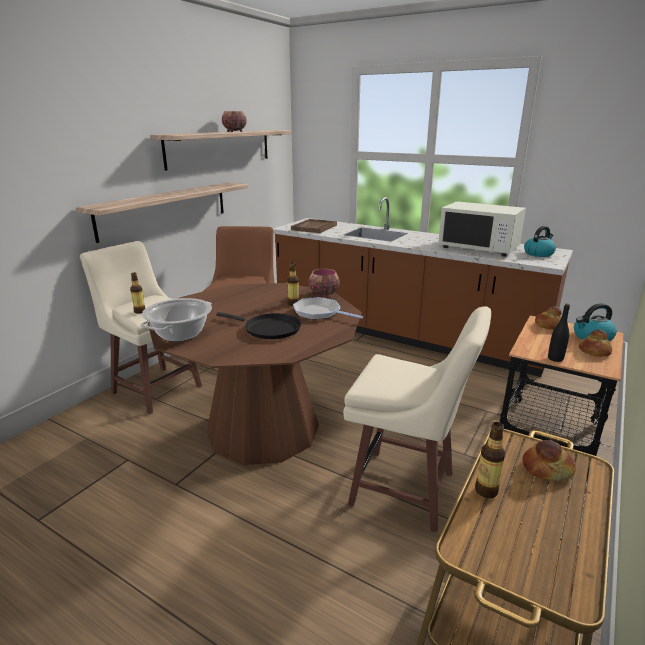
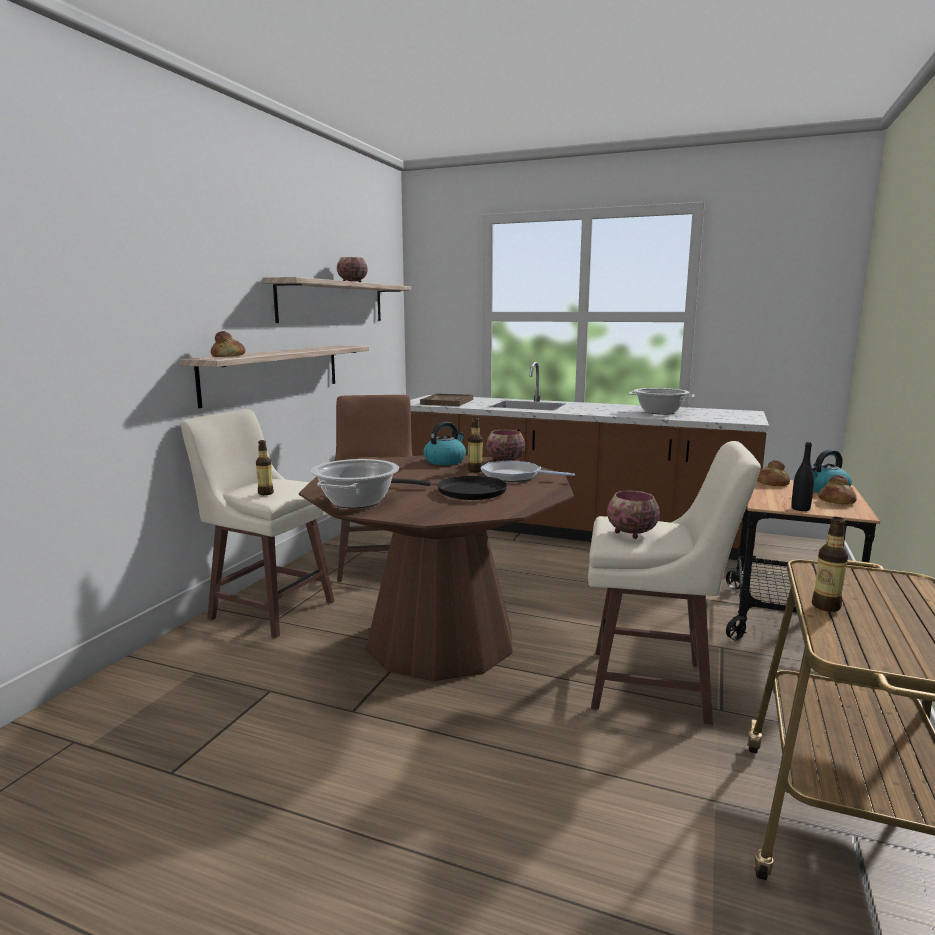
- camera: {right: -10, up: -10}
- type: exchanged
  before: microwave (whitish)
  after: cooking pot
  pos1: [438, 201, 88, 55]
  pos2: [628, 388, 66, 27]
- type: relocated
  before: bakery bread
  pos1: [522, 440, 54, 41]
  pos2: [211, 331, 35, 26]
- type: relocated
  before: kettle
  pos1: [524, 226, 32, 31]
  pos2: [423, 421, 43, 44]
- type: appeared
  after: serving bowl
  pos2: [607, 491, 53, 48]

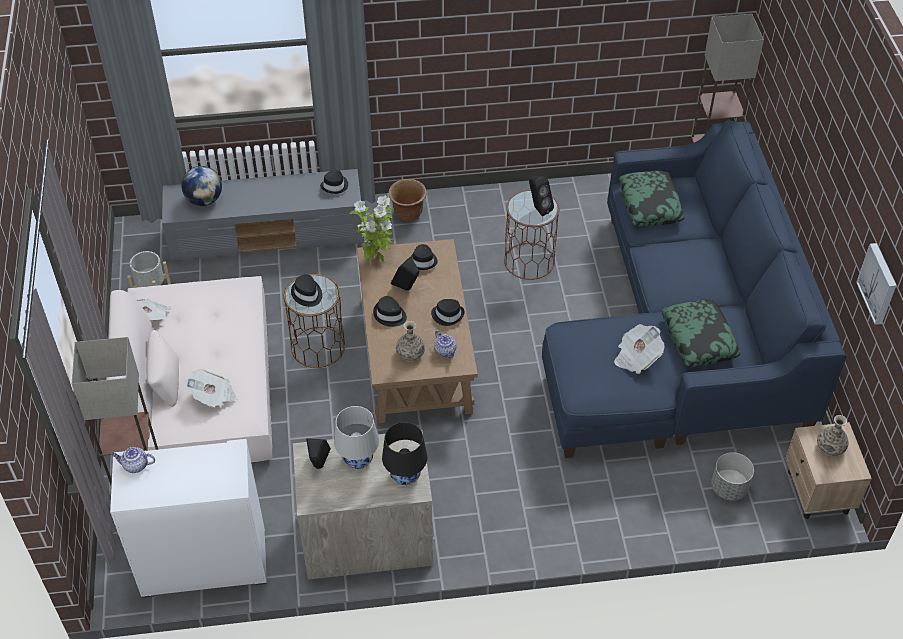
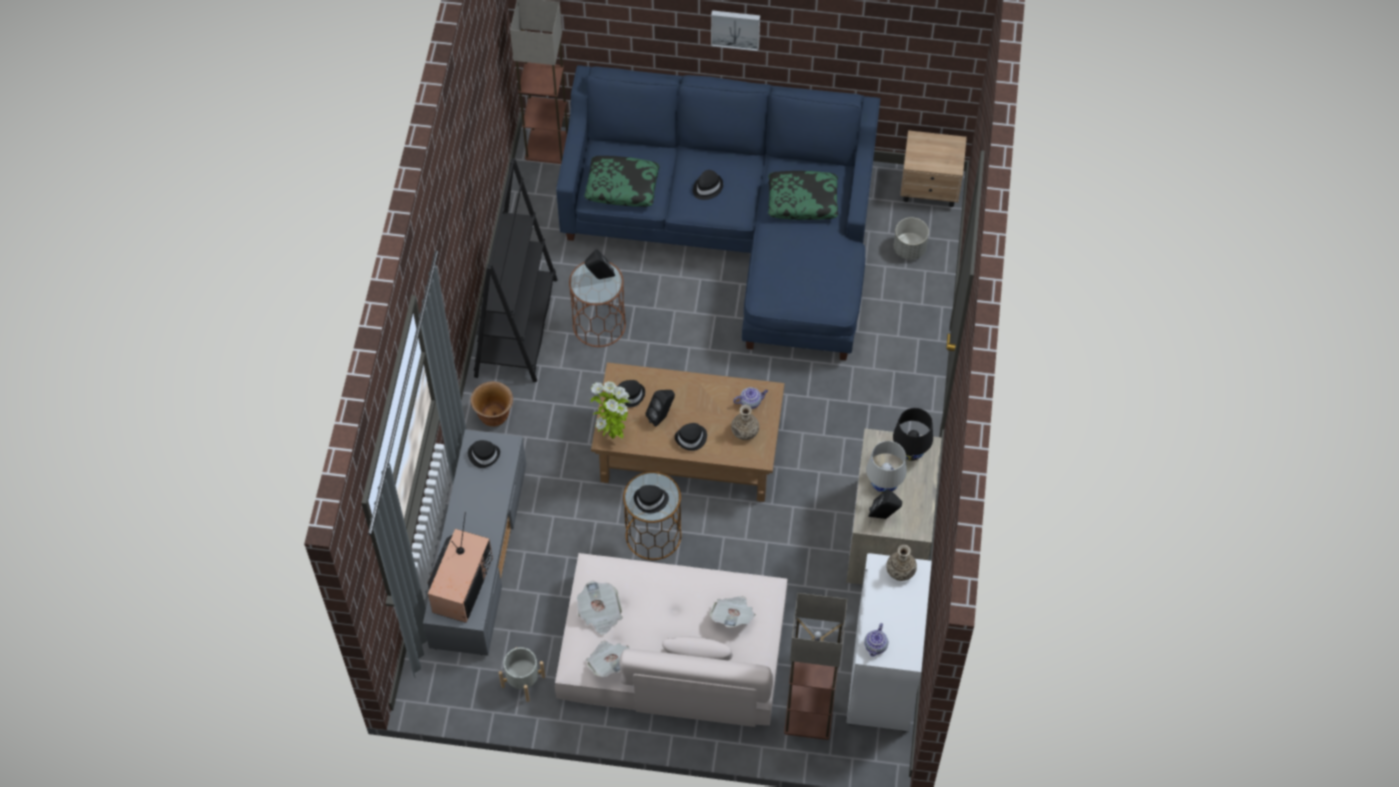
- camera: {right: -75, up: 10}
- type: exchanged
  before: desk globe
  after: TV
  pos1: [181, 166, 41, 40]
  pos2: [428, 512, 65, 111]
- type: relocated
  before: clothing hat (blackish)
  pos1: [431, 299, 34, 27]
  pos2: [693, 170, 30, 30]
- type: relocated
  before: printed paper
  pos1: [614, 324, 51, 50]
  pos2: [577, 580, 46, 56]
- type: relocated
  before: decorative vase
  pos1: [817, 415, 32, 41]
  pos2: [886, 545, 31, 36]
- type: relocated
  before: picture
  pos1: [856, 243, 40, 82]
  pos2: [711, 10, 49, 41]
- type: appeared
  after: bookcase (blackish)
  pos2: [474, 158, 84, 224]

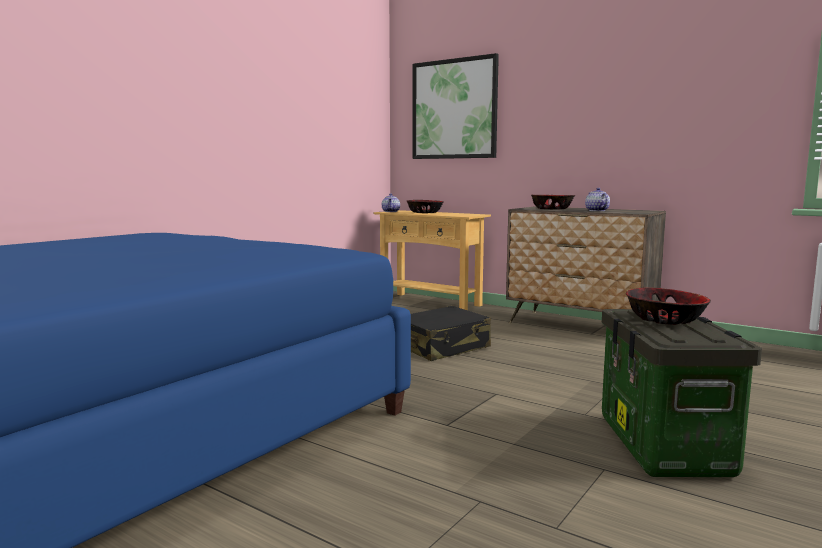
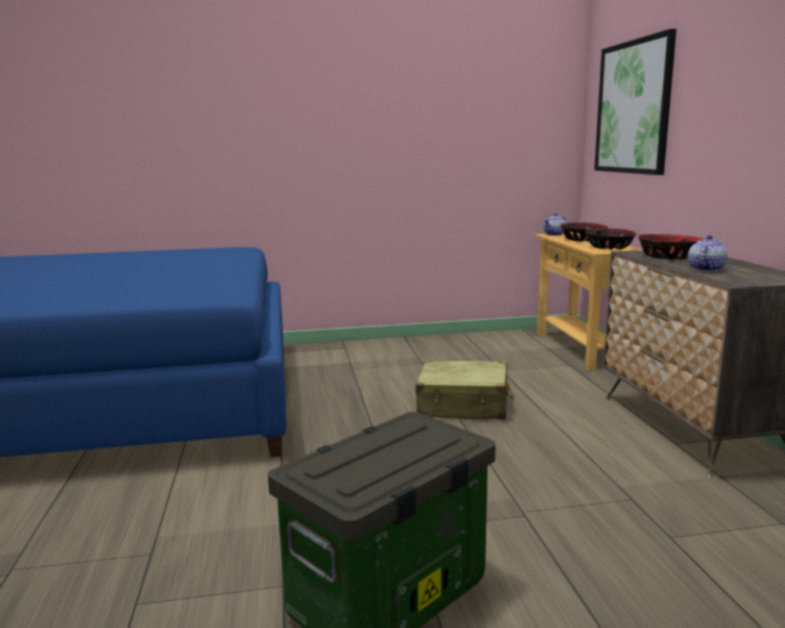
- camera: {right: 45, up: 5}
- type: colour
  before: suitcase (blackish)
  after: suitcase (beige-coloured)
  pos1: [411, 306, 80, 55]
  pos2: [415, 360, 99, 60]
- type: relocated
  before: serving bowl
  pos1: [626, 288, 85, 37]
  pos2: [585, 228, 52, 22]

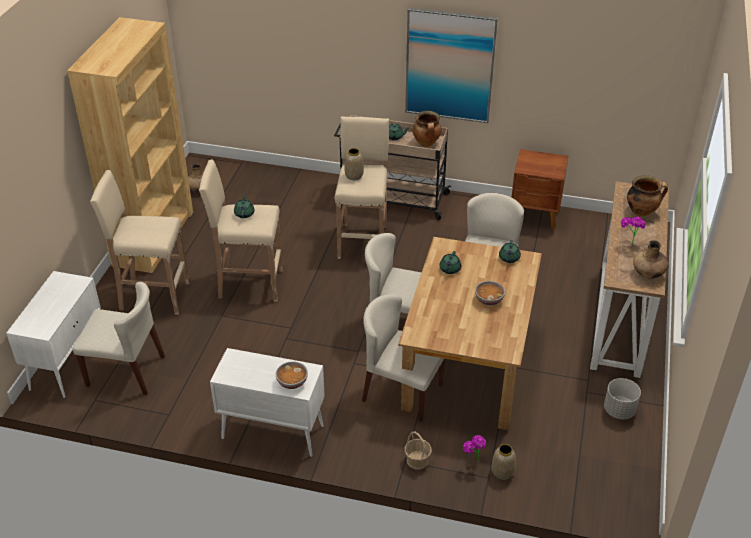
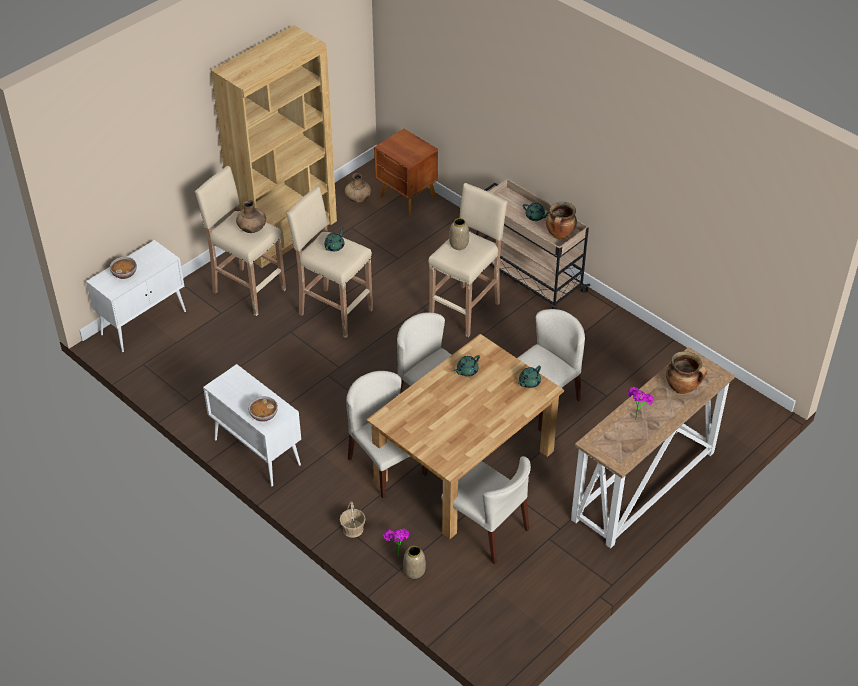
- camera: {right: 30, up: 5}
- type: relocated
  before: chair (beige-coloured)
  pos1: [73, 282, 92, 113]
  pos2: [441, 456, 90, 108]
- type: missing
  before: picture
  pos1: [405, 8, 93, 115]
- type: relocated
  before: serving bowl
  pos1: [475, 281, 30, 25]
  pos2: [110, 257, 27, 22]
- type: relocated
  before: night table (brown-coloured)
  pos1: [512, 149, 56, 81]
  pos2: [374, 129, 64, 86]
- type: missing
  before: flower pot (gray)
  pos1: [604, 378, 37, 41]
- type: relocated
  before: decorative vase (brown-coloured)
  pos1: [633, 240, 36, 39]
  pos2: [236, 200, 30, 33]

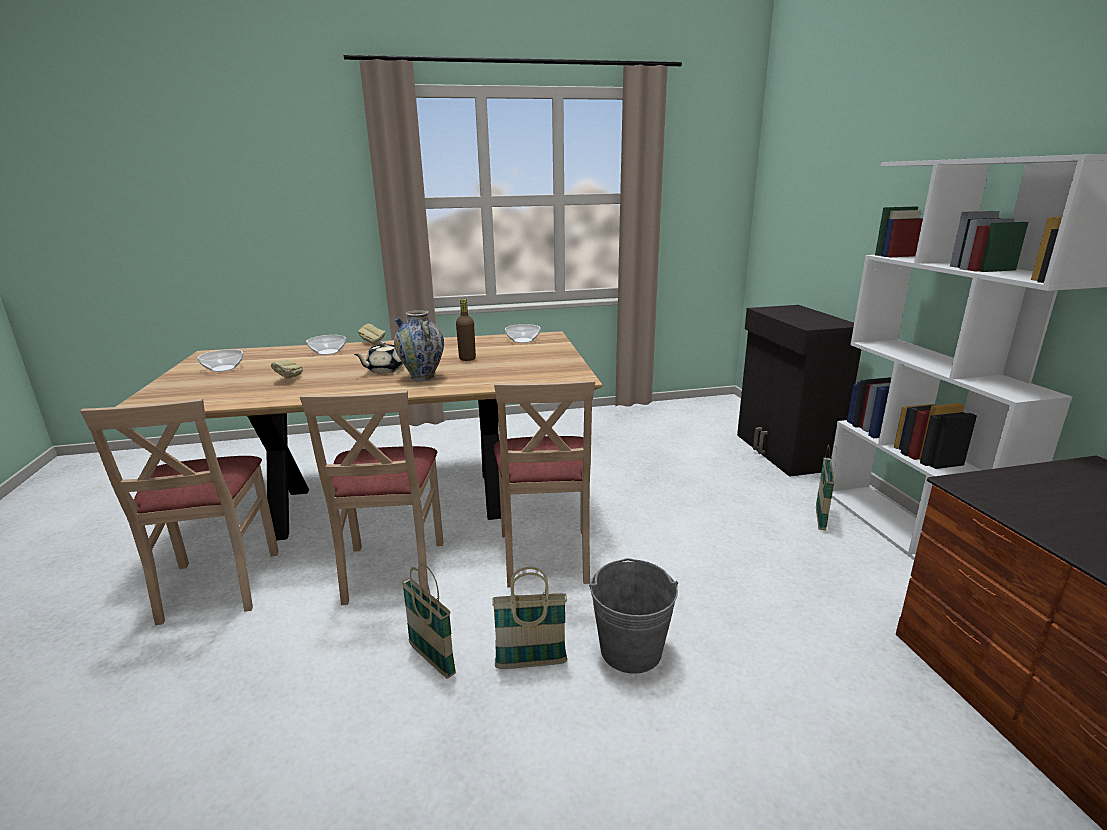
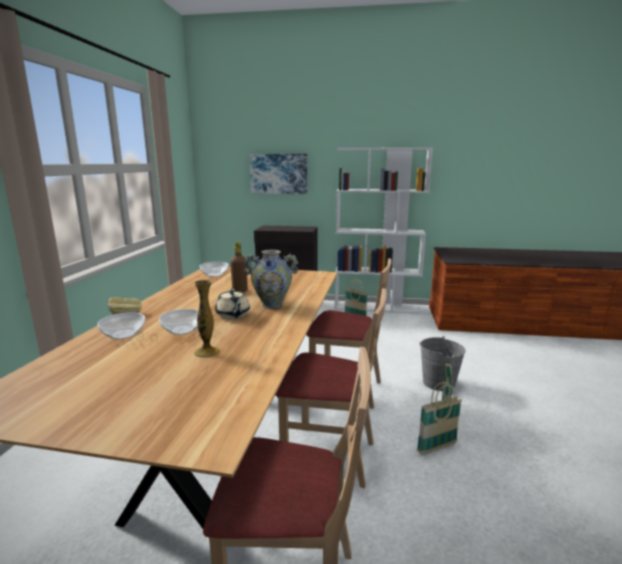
- camera: {right: -70, up: -5}
- type: relocated
  before: serving bowl
  pos1: [198, 349, 45, 23]
  pos2: [159, 309, 39, 26]
- type: exchanged
  before: bakery bread
  after: decorative vase
  pos1: [271, 360, 32, 18]
  pos2: [194, 280, 26, 78]
- type: appeared
  after: picture
  pos2: [249, 154, 58, 40]

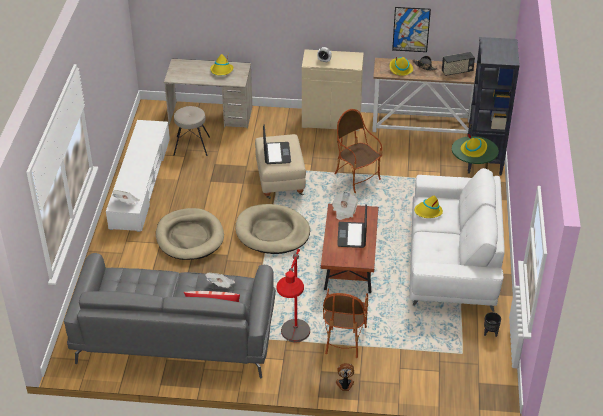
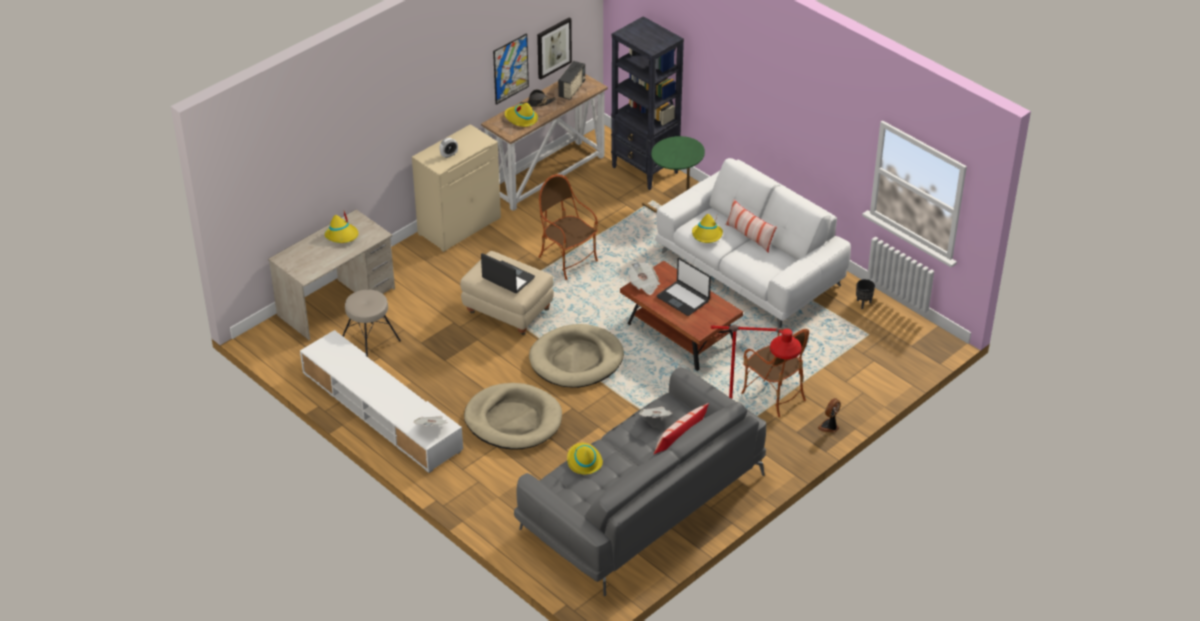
- camera: {right: -50, up: 0}
- type: spun
  before: easy chair
  pos1: [334, 109, 49, 84]
  pos2: [539, 174, 59, 106]
  turn: 45
- type: relocated
  before: clothing hat (yellowish)
  pos1: [461, 134, 26, 23]
  pos2: [567, 443, 36, 31]
- type: appeared
  after: picture
  pos2: [537, 18, 35, 62]
- type: appeared
  after: throw pillow
  pos2: [725, 199, 52, 53]

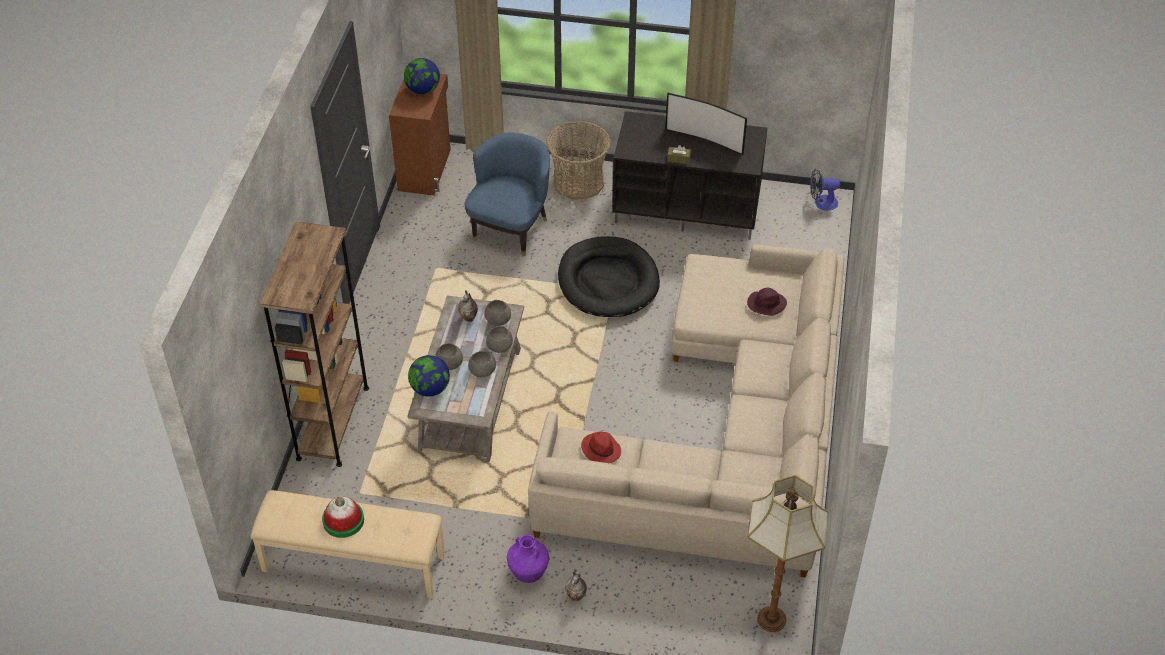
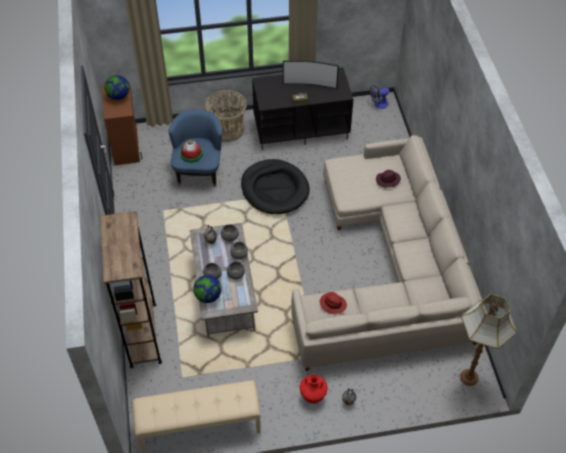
- camera: {right: -20, up: 5}
- type: relocated
  before: clothing hat
  pos1: [322, 497, 42, 41]
  pos2: [180, 140, 23, 23]
- type: colour
  before: decorative vase (purplish)
  after: decorative vase (red-coloured)
  pos1: [507, 534, 42, 49]
  pos2: [300, 374, 28, 30]

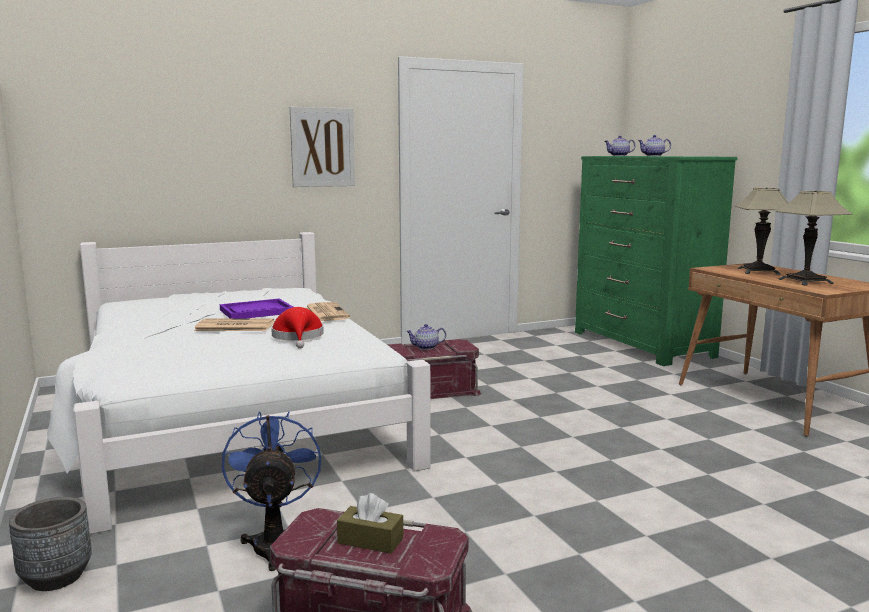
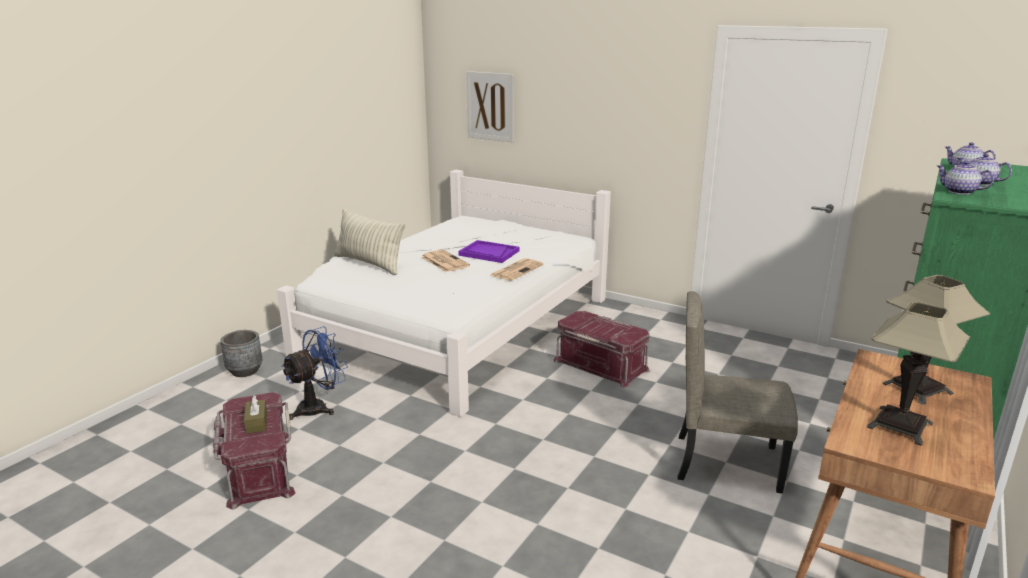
- camera: {right: 55, up: 10}
- type: missing
  before: clothing hat (red-coloured)
  pos1: [271, 307, 53, 42]
- type: relocated
  before: picture
  pos1: [290, 107, 65, 80]
  pos2: [466, 71, 48, 71]
- type: relocated
  before: tea pot
  pos1: [406, 324, 40, 26]
  pos2: [937, 161, 57, 34]
- type: appeared
  after: throw pillow
  pos2: [334, 209, 71, 66]
- type: appeared
  after: chair (beige-coloured)
  pos2: [677, 291, 121, 203]

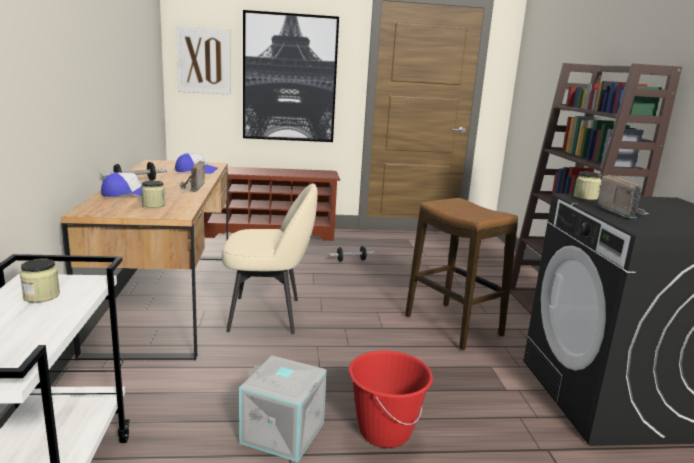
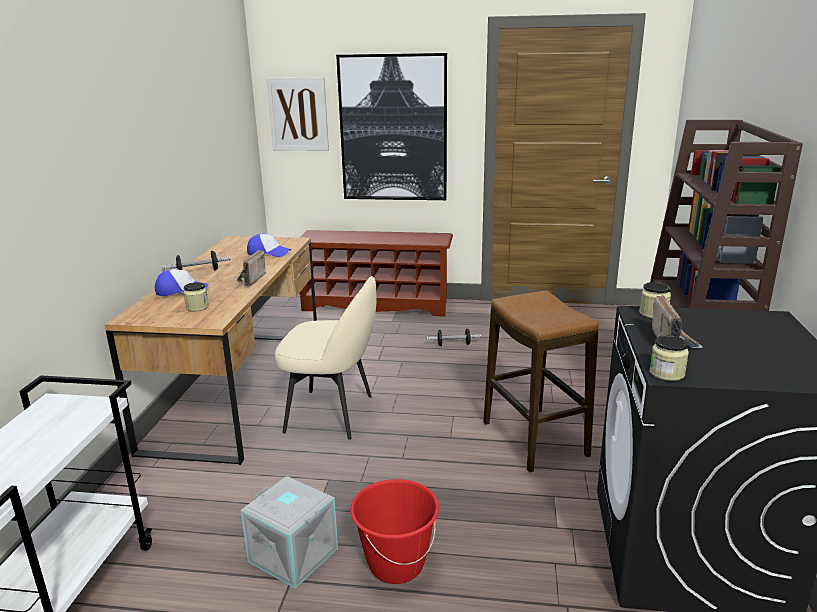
- camera: {right: 15, up: 5}
- type: relocated
  before: storage jar
  pos1: [20, 258, 40, 44]
  pos2: [650, 335, 39, 46]

